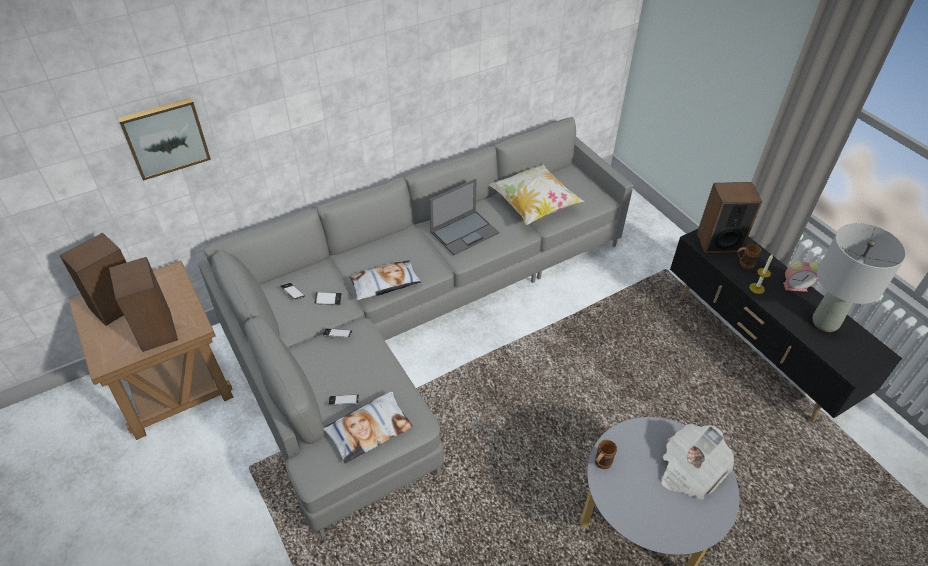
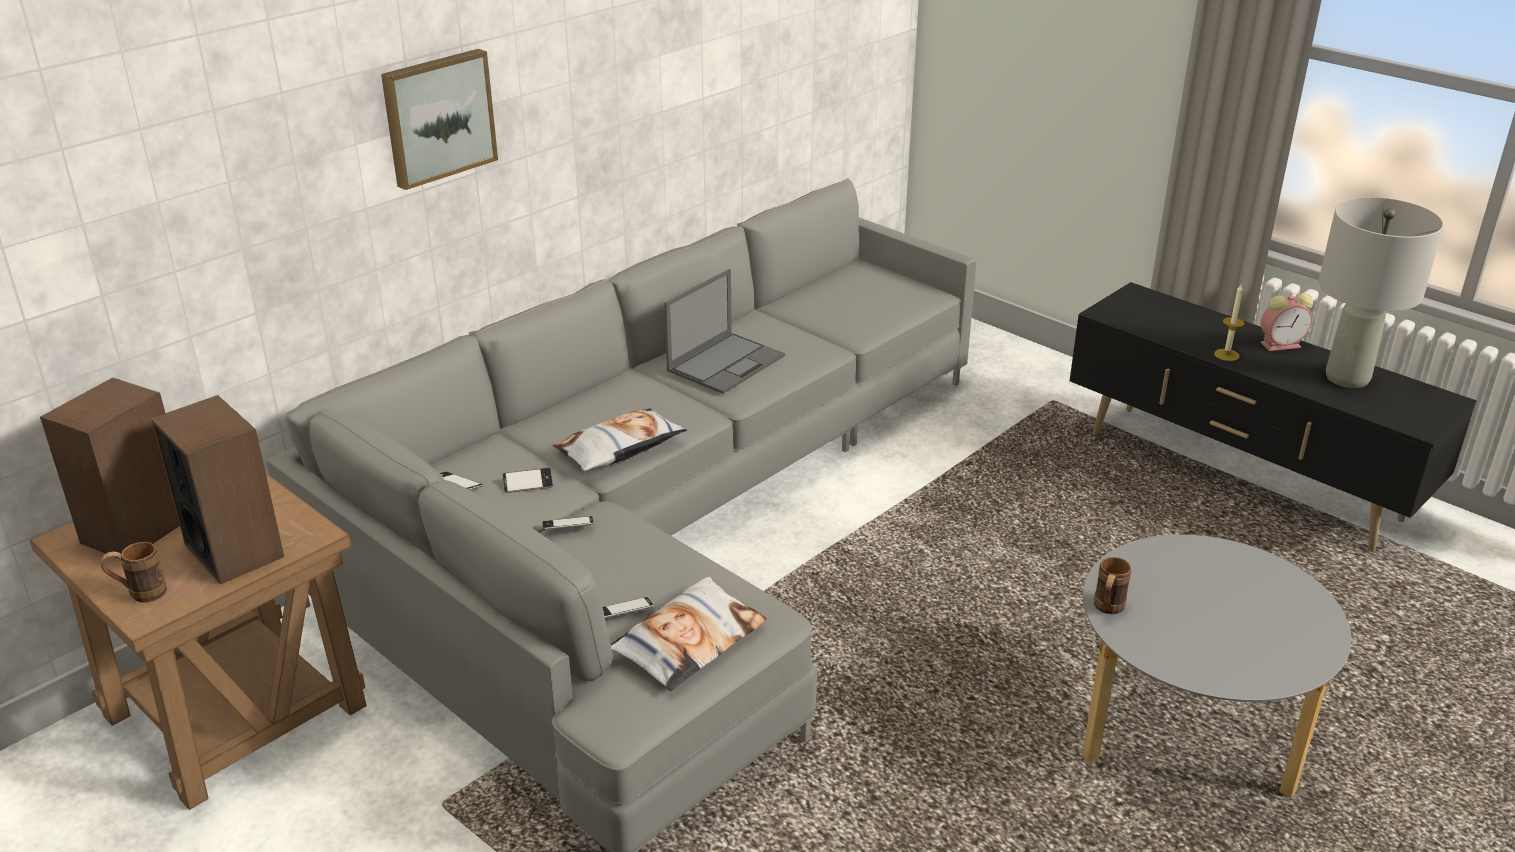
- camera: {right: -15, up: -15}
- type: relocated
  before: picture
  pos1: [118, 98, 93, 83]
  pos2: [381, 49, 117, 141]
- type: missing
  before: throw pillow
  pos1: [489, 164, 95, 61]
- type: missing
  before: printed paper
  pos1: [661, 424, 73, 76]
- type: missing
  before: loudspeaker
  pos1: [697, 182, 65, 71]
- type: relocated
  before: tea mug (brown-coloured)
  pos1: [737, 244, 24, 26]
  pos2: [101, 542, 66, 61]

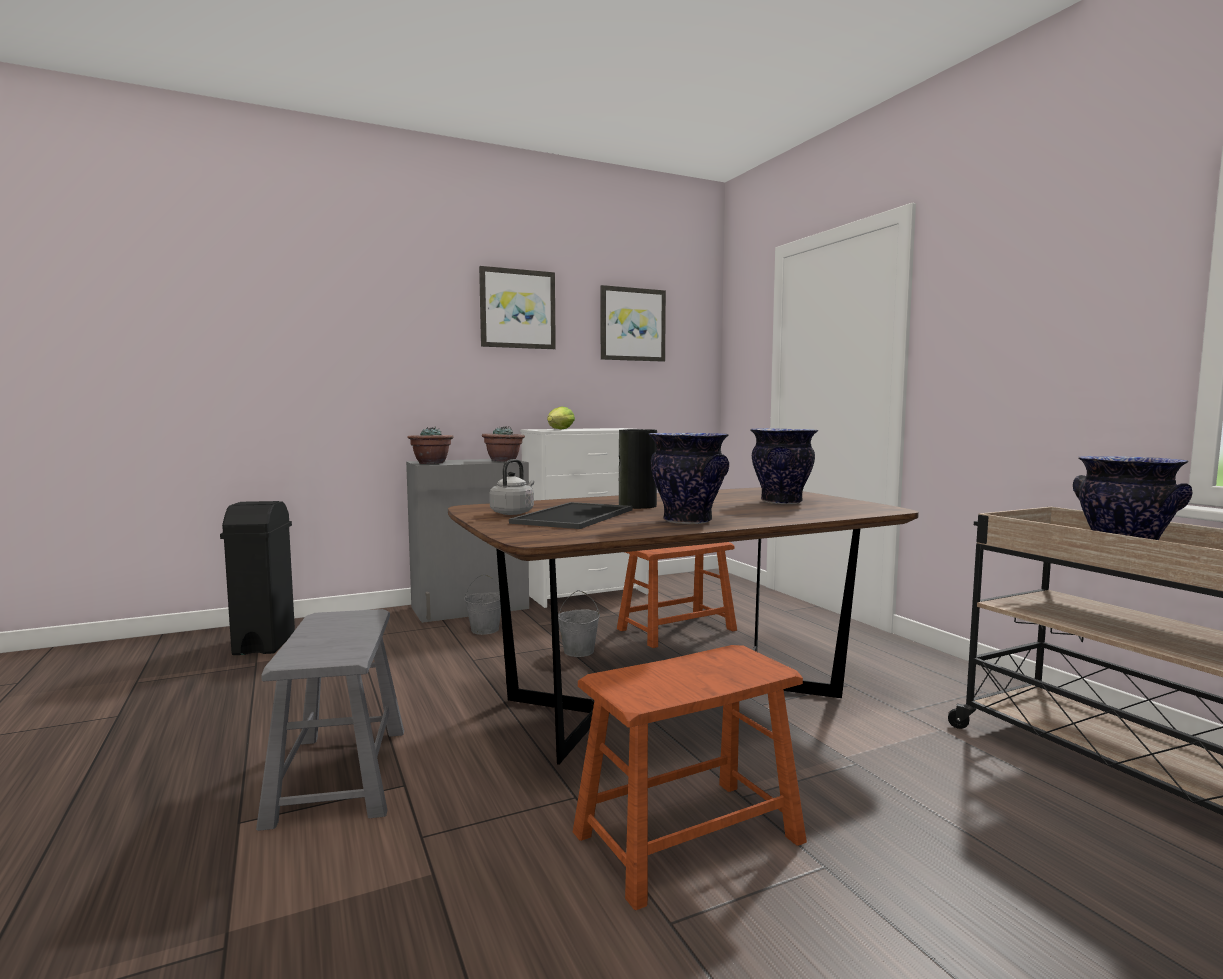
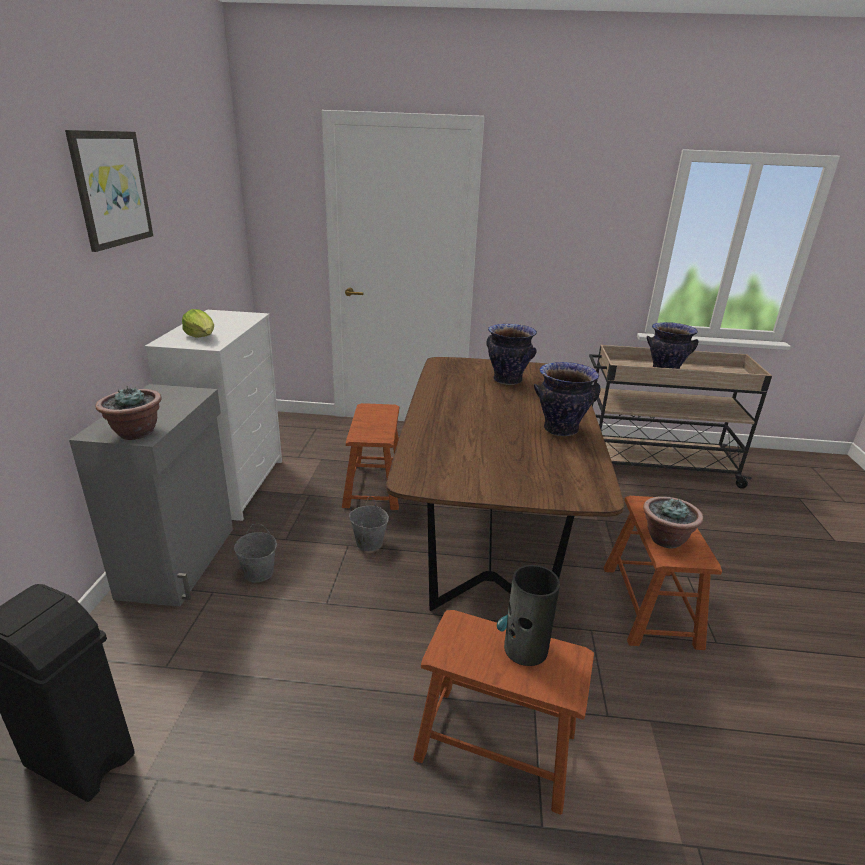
- camera: {right: -60, up: 20}
- type: colour
  before: stool (gray)
  after: stool (brown-coloured)
  pos1: [256, 609, 148, 222]
  pos2: [413, 610, 181, 205]
- type: relocated
  before: potted plant
  pos1: [482, 426, 43, 36]
  pos2: [643, 496, 60, 52]
- type: missing
  before: kettle (gray)
  pos1: [489, 459, 45, 56]
- type: missing
  before: serving tray
  pos1: [509, 502, 124, 27]
- type: missing
  before: picture
  pos1: [601, 285, 65, 77]
- type: relocated
  before: decorative vase
  pos1: [619, 429, 38, 80]
  pos2: [497, 565, 63, 101]

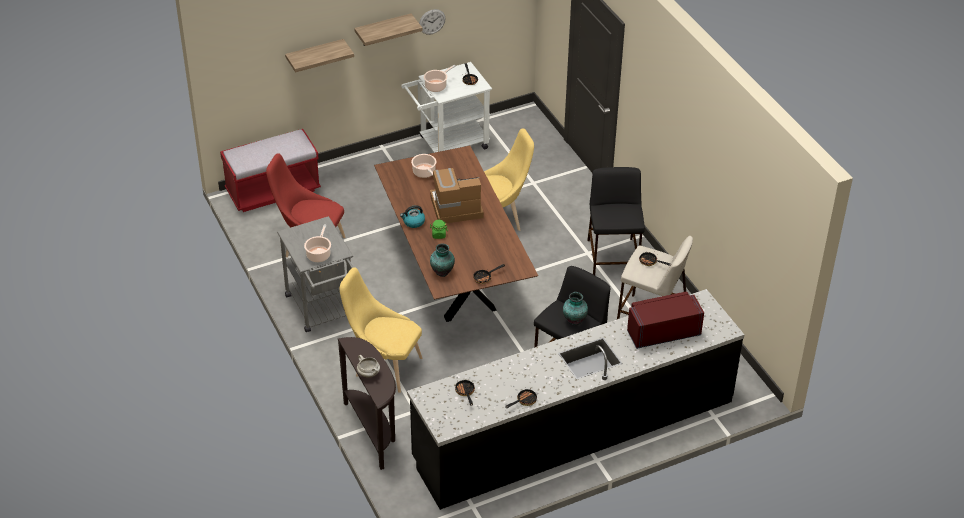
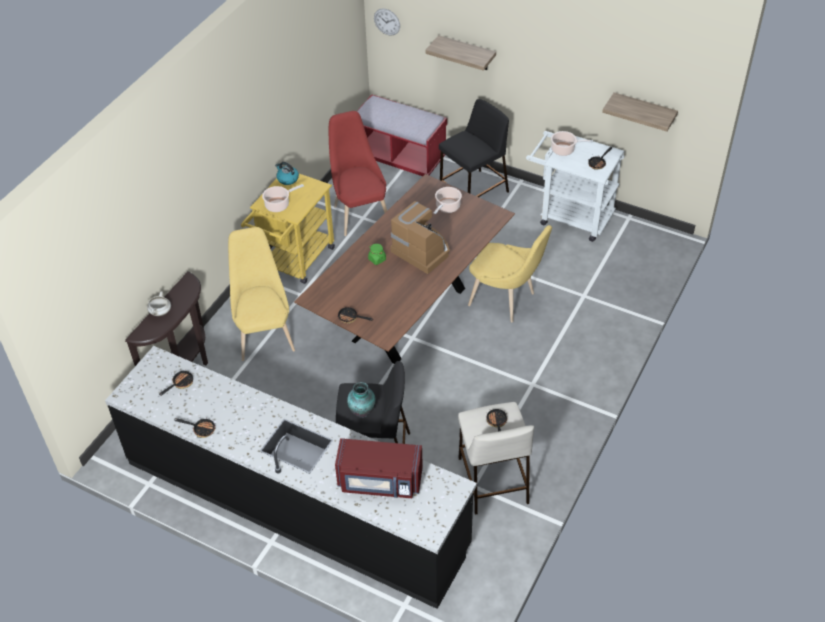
- camera: {right: 55, up: 5}
- type: colour
  before: wheeled cart (gray)
  after: wheeled cart (yellowish)
  pos1: [277, 216, 77, 116]
  pos2: [241, 174, 94, 110]
- type: relocated
  before: wall shelf
  pos1: [354, 14, 68, 32]
  pos2: [602, 92, 76, 39]
- type: relocated
  before: kettle
  pos1: [400, 205, 25, 23]
  pos2: [275, 162, 24, 23]
- type: relocated
  before: wall clock
  pos1: [419, 9, 27, 26]
  pos2: [374, 8, 26, 28]
- type: missing
  before: decorative vase
  pos1: [430, 244, 25, 33]
- type: relocated
  before: stool (blackish)
  pos1: [587, 167, 58, 108]
  pos2: [439, 99, 70, 98]
- type: spun
  before: microwave (red-coloured)
  pos1: [627, 291, 77, 58]
  pos2: [335, 438, 88, 60]
  turn: 150

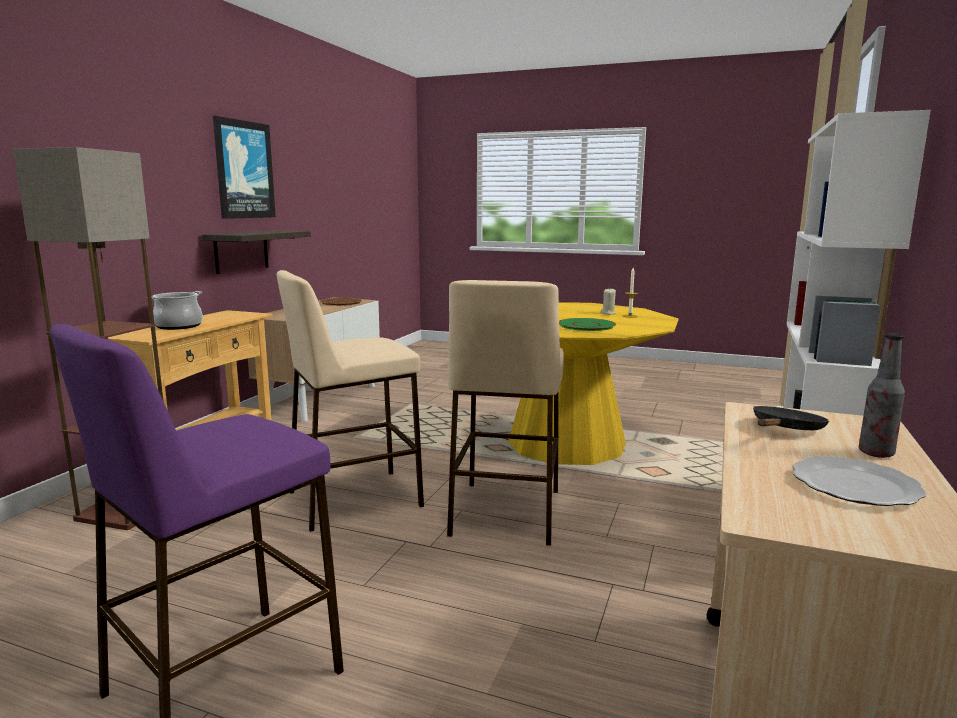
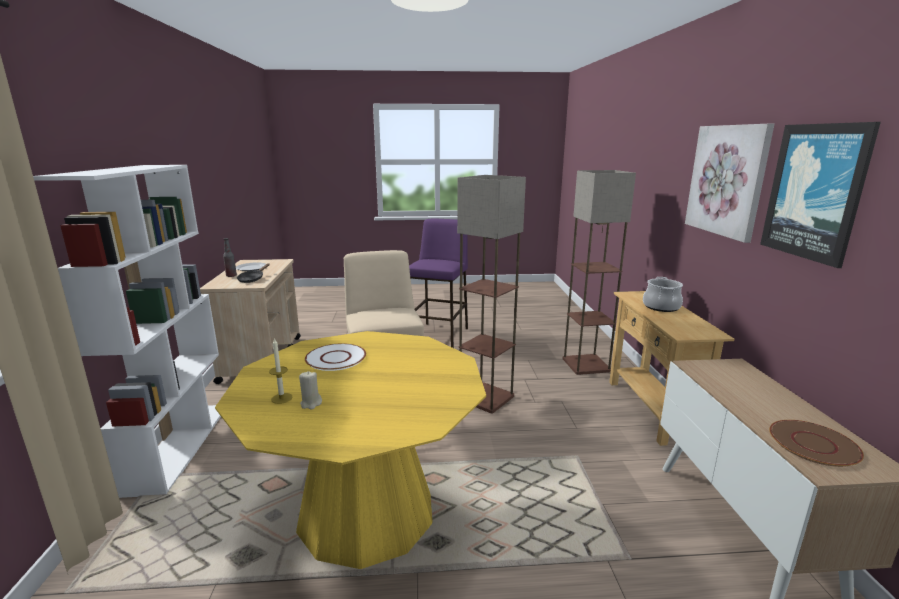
- camera: {right: 155, up: 5}
- type: missing
  before: wall shelf
  pos1: [202, 230, 109, 44]
- type: exchanged
  before: stool (beige-coloured)
  after: floor lamp
  pos1: [277, 270, 147, 262]
  pos2: [457, 175, 69, 239]
- type: colour
  before: flat dish (green)
  after: flat dish (whitish)
  pos1: [559, 318, 57, 13]
  pos2: [305, 343, 61, 28]
- type: appeared
  after: picture
  pos2: [685, 124, 89, 119]

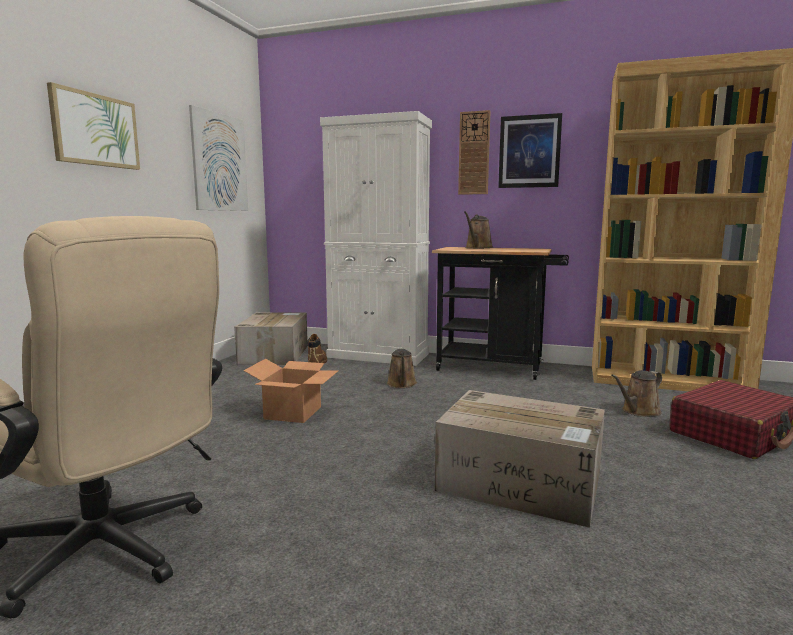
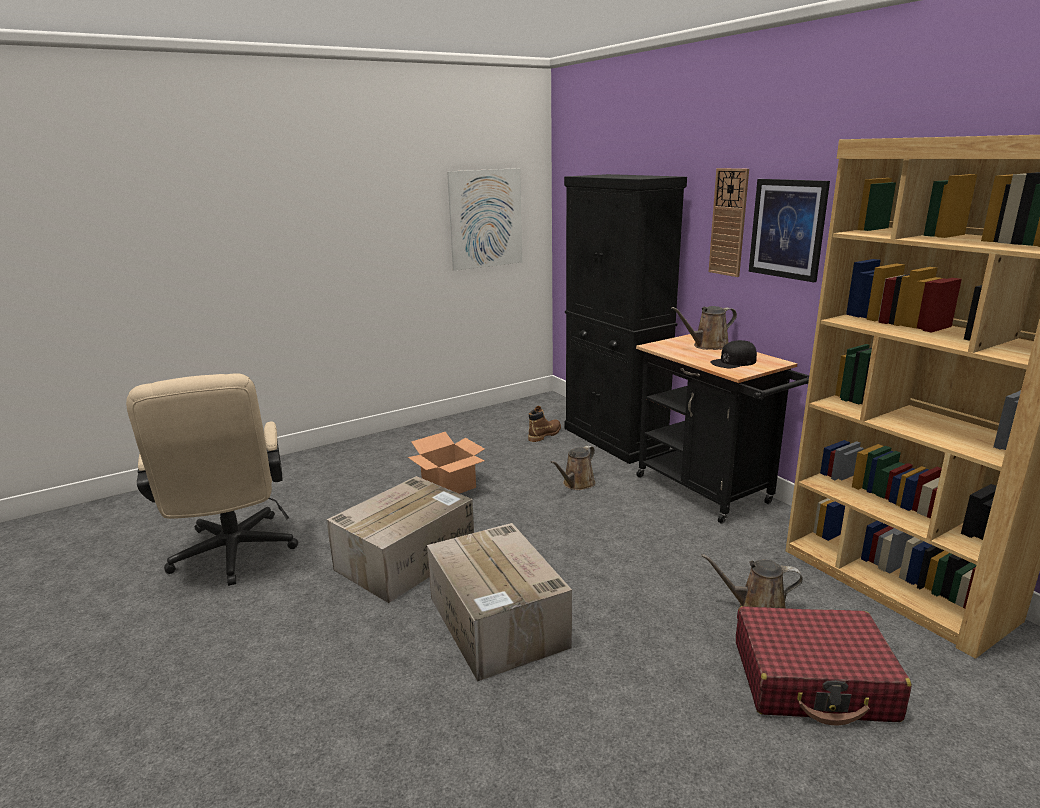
- camera: {right: 40, up: 10}
- type: missing
  before: picture
  pos1: [47, 82, 93, 88]
- type: relocated
  before: cardboard box
  pos1: [234, 312, 74, 53]
  pos2: [326, 476, 148, 127]
- type: colour
  before: storage cabinet (whitish)
  after: storage cabinet (blackish)
  pos1: [320, 111, 112, 255]
  pos2: [564, 174, 123, 290]
- type: appeared
  after: peaked cap (blackish)
  pos2: [710, 340, 47, 28]

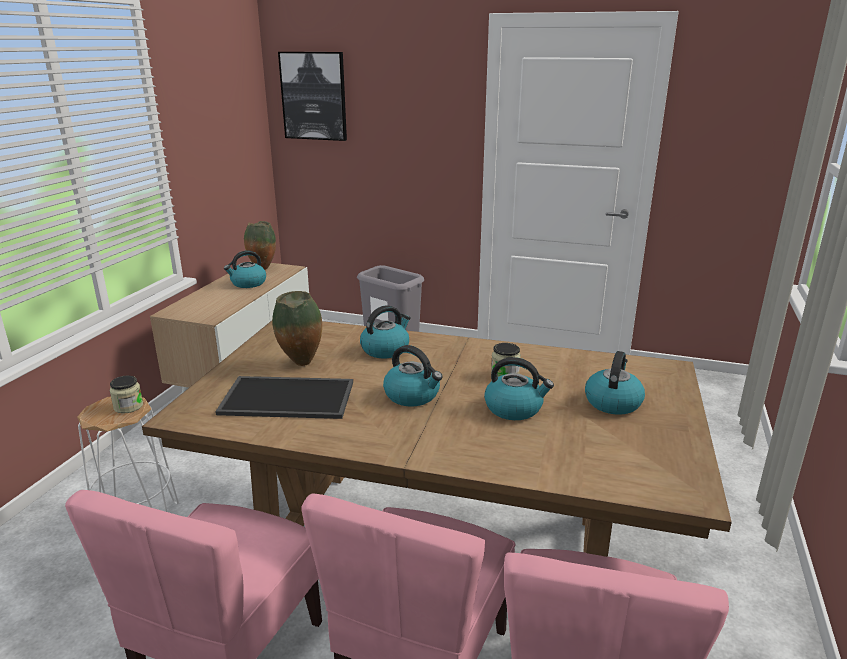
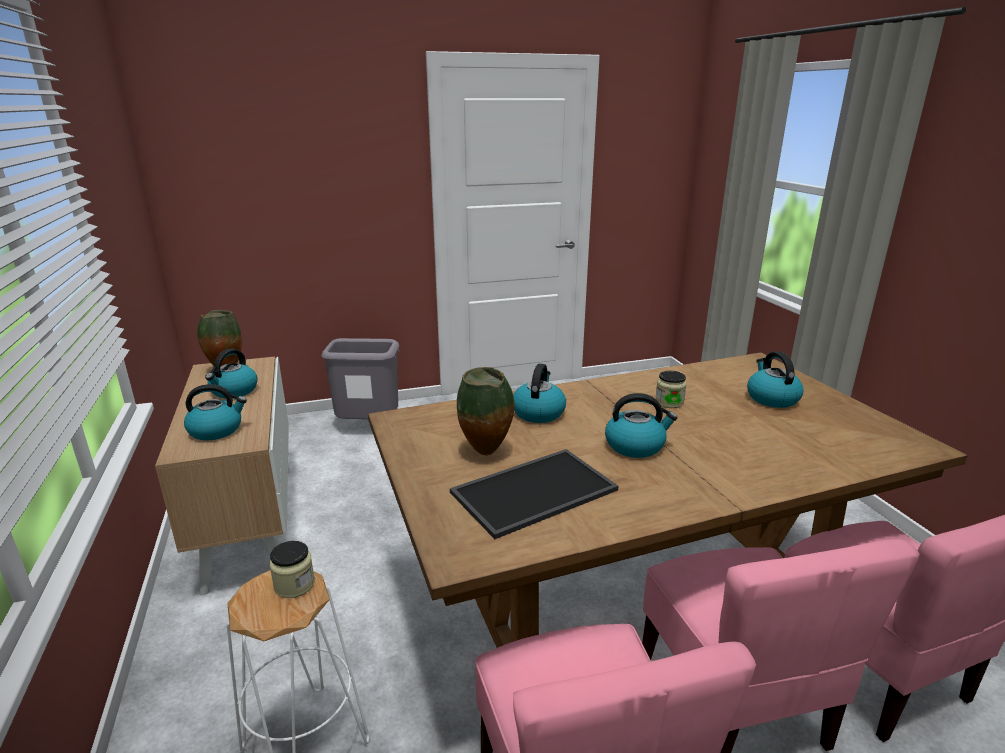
- camera: {right: -35, up: 0}
- type: missing
  before: picture
  pos1: [278, 52, 69, 89]
- type: relocated
  before: kettle
  pos1: [484, 357, 70, 63]
  pos2: [184, 384, 63, 57]

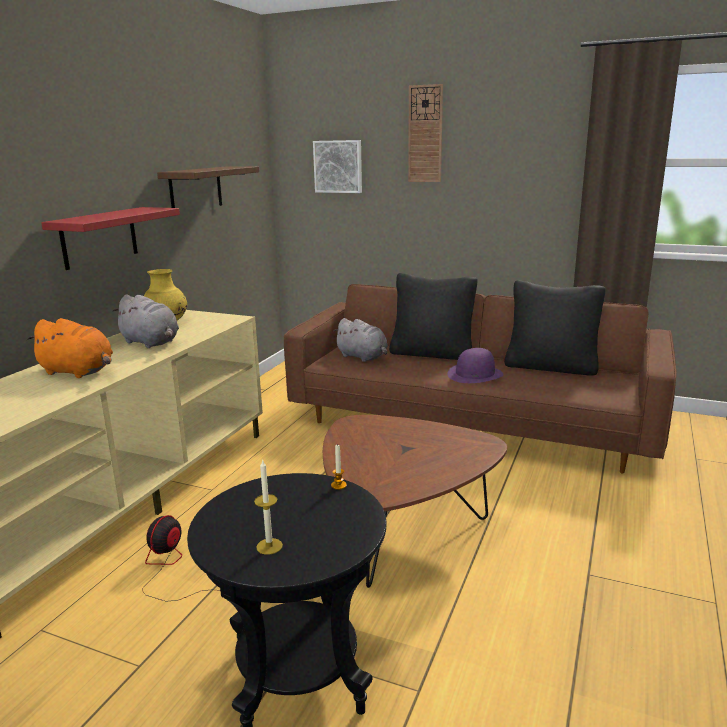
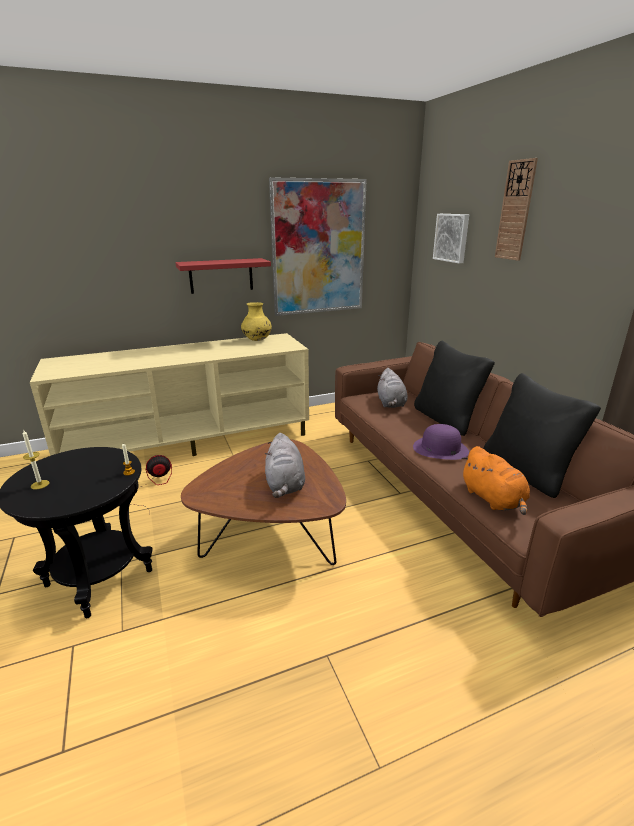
- camera: {right: 45, up: 5}
- type: relocated
  before: cuddly toy (orange-coloured)
  pos1: [26, 318, 87, 60]
  pos2: [461, 446, 69, 69]
- type: relocated
  before: cuddly toy (gray)
  pos1: [112, 294, 67, 54]
  pos2: [265, 433, 40, 65]
- type: exchanged
  before: wall shelf (brown-coloured)
  after: picture
  pos1: [157, 166, 102, 42]
  pos2: [269, 177, 98, 139]

